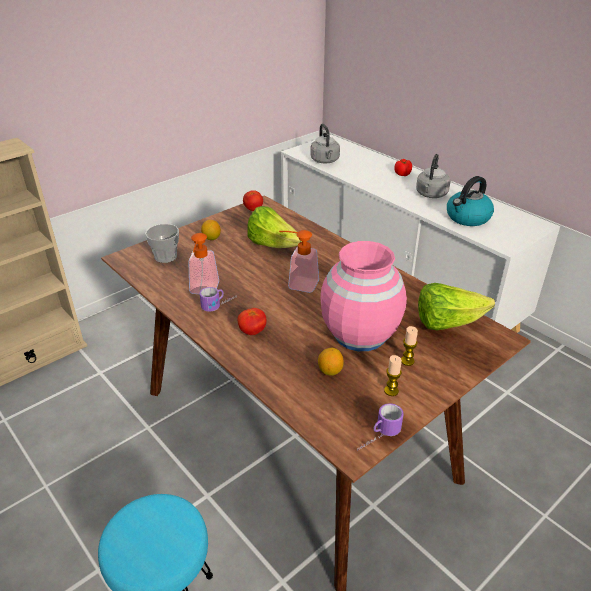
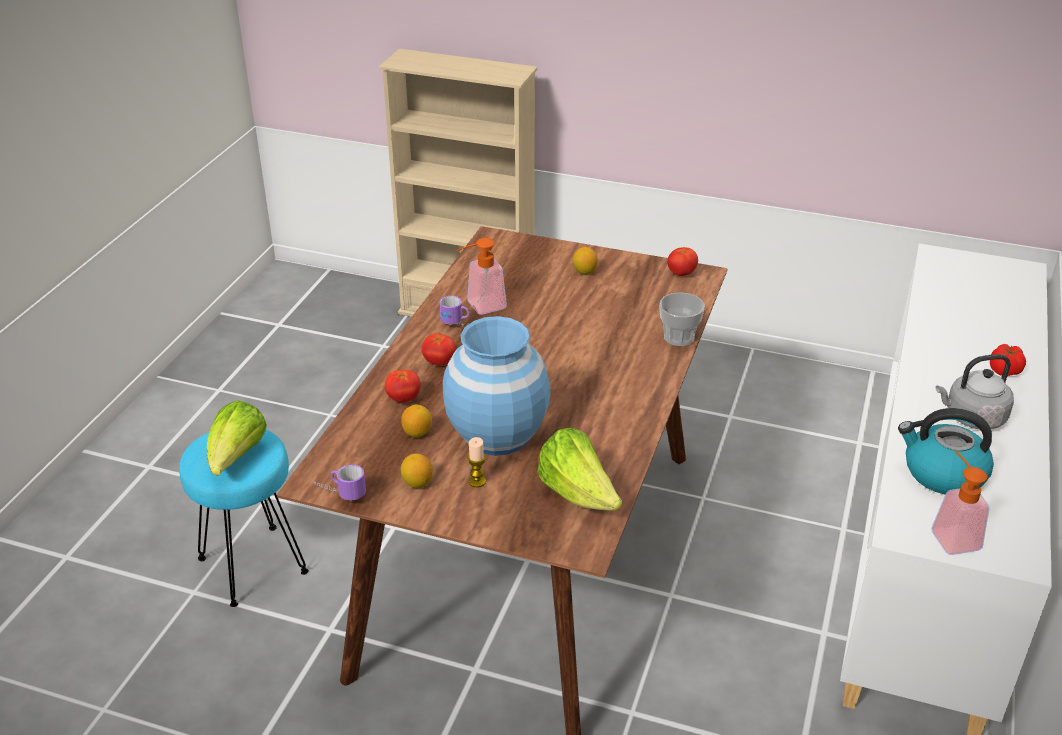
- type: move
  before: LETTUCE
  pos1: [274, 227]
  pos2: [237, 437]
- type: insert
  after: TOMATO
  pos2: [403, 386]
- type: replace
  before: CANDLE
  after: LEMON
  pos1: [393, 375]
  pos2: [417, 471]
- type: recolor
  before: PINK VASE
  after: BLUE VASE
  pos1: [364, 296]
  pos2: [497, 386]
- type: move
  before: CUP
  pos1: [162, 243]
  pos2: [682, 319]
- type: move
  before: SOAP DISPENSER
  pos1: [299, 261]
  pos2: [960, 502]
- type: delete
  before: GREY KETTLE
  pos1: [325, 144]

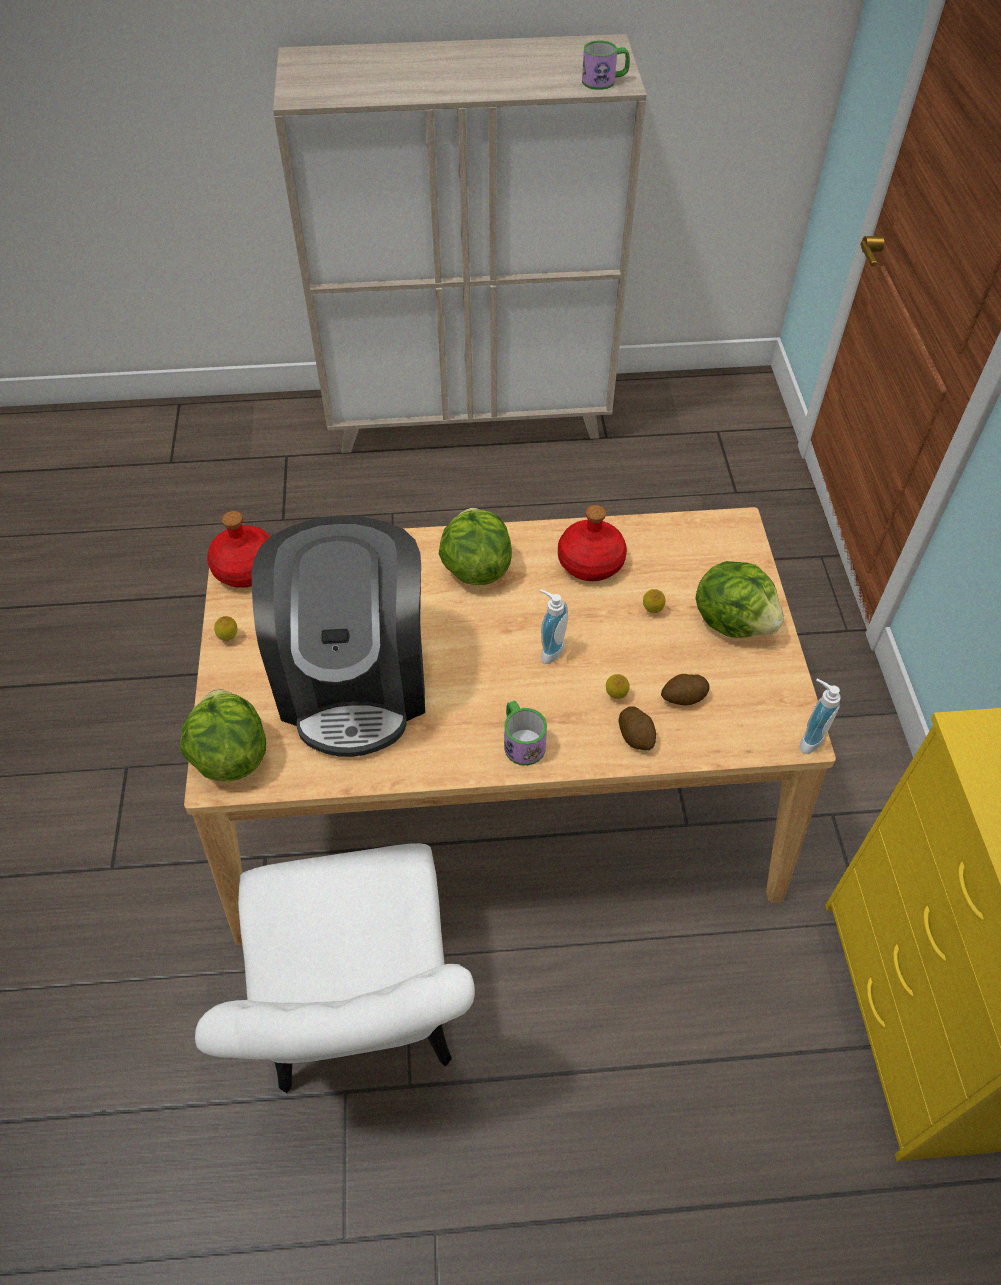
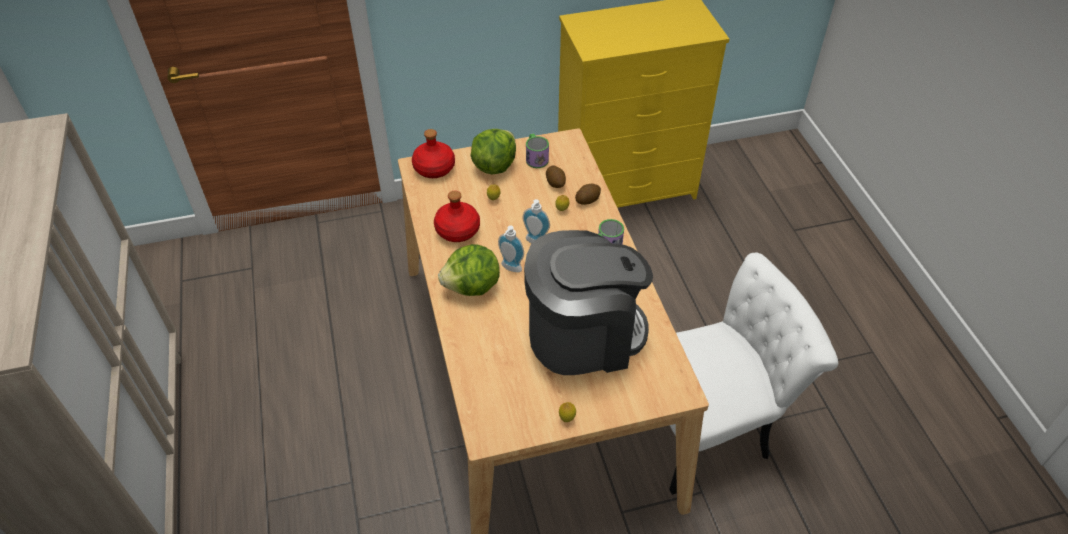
- type: move
  before: RED BOTTLE
  pos1: [239, 549]
  pos2: [433, 153]
- type: move
  before: SOAP DISPENSER
  pos1: [820, 716]
  pos2: [511, 249]
- type: move
  before: MUG
  pos1: [606, 65]
  pos2: [537, 150]
- type: delete
  before: LETTUCE
  pos1: [223, 735]

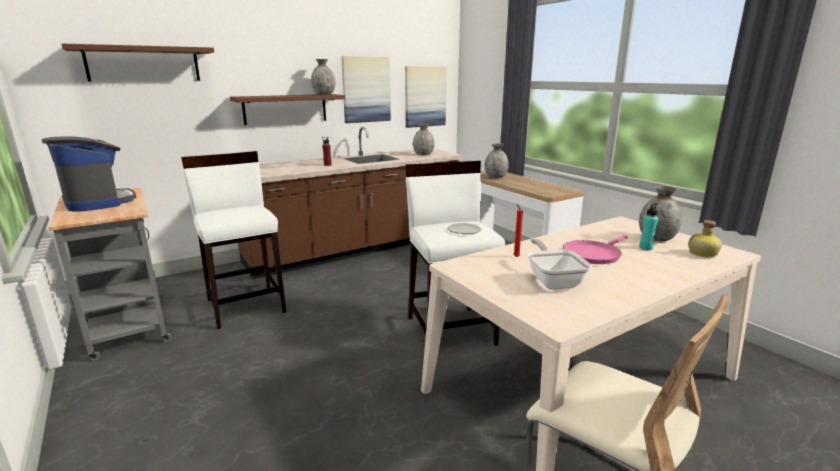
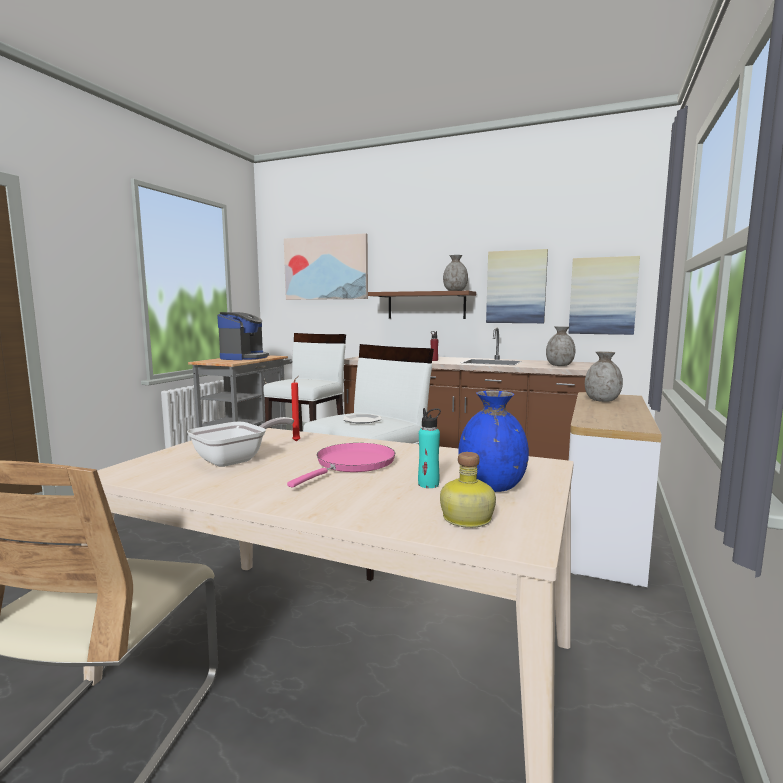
- type: replace
  before: BROWN SHELF
  after: PICTURE
  pos1: [137, 63]
  pos2: [326, 266]
- type: rotate
  before: PINK FRYING PAN
  pos1: [595, 249]
  pos2: [341, 465]
  turn: 105
- type: recolor
  before: GREY VASE
  after: BLUE VASE
  pos1: [660, 213]
  pos2: [493, 441]

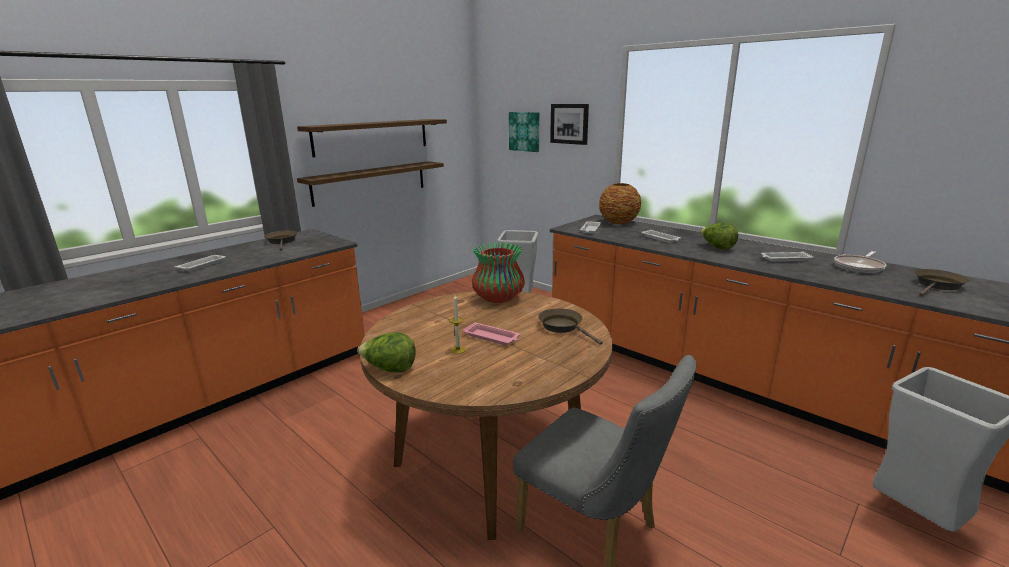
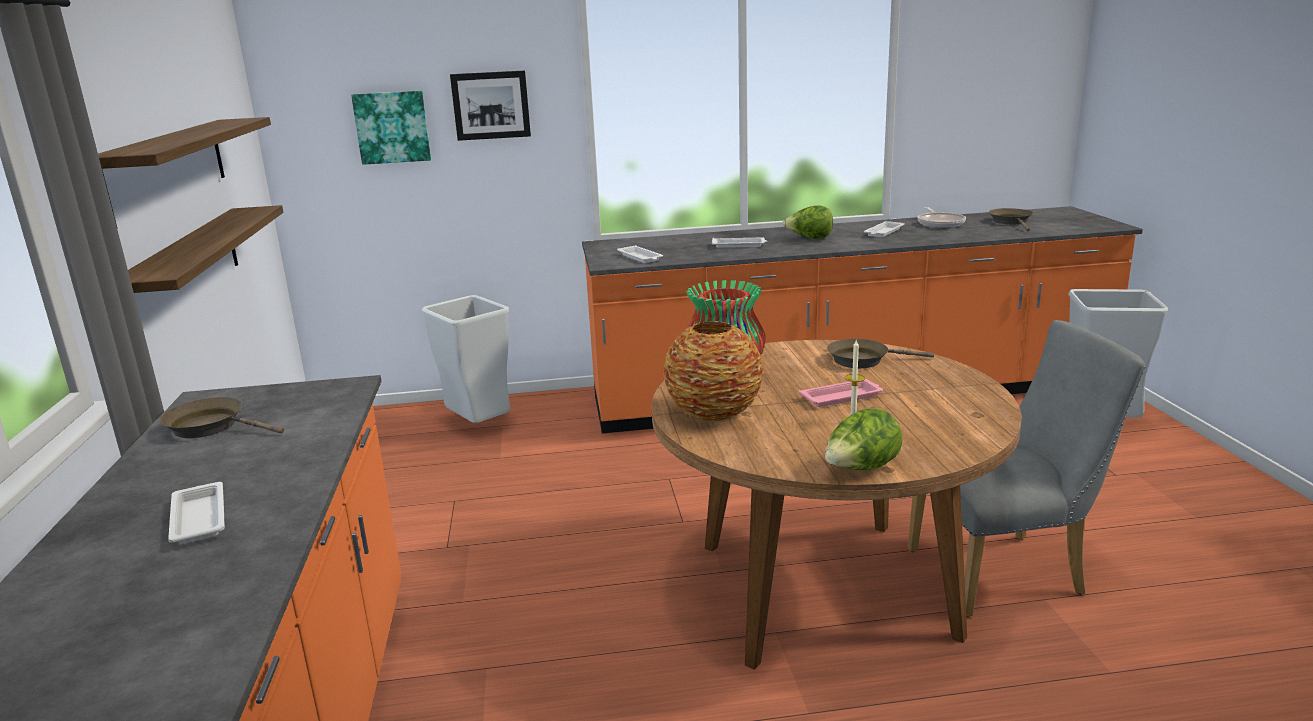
- type: move
  before: VASE
  pos1: [620, 203]
  pos2: [713, 371]

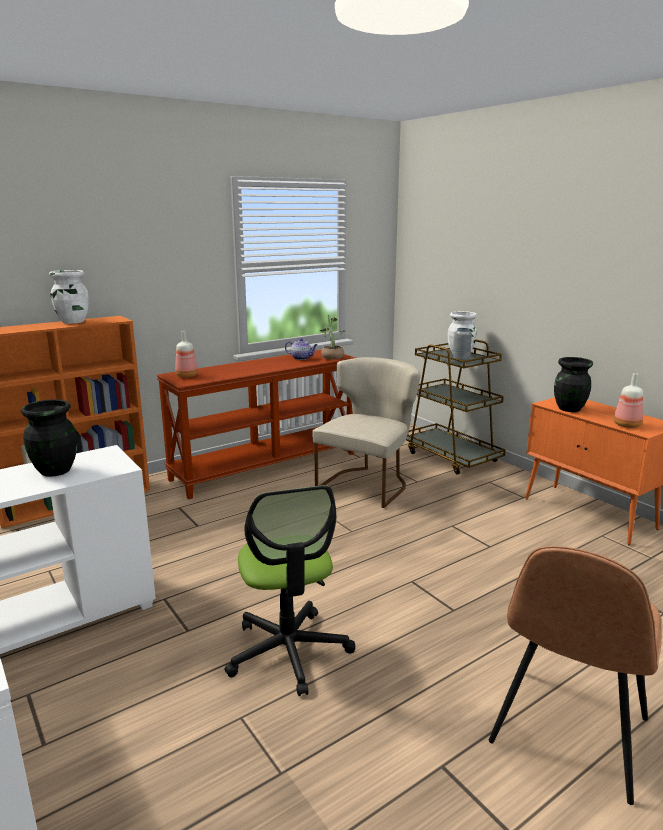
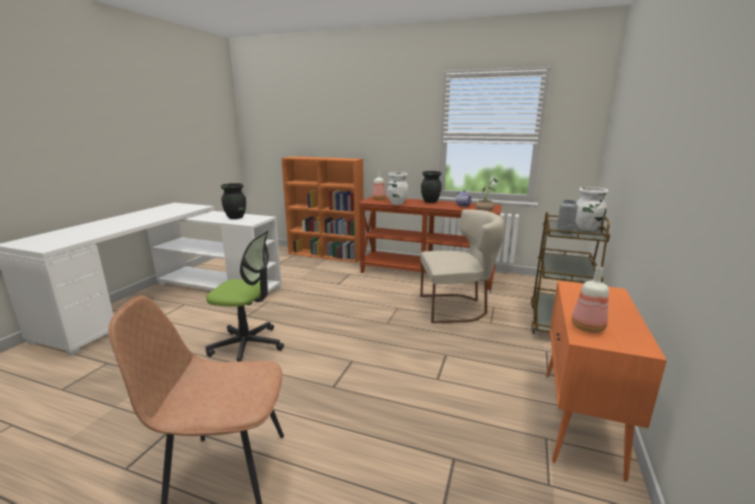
- type: rotate
  before: OFFICE CHAIR
  pos1: [289, 590]
  pos2: [245, 296]
  turn: -120
- type: move
  before: WHITE VASE
  pos1: [69, 297]
  pos2: [397, 188]
- type: move
  before: BLACK VASE
  pos1: [573, 384]
  pos2: [431, 187]

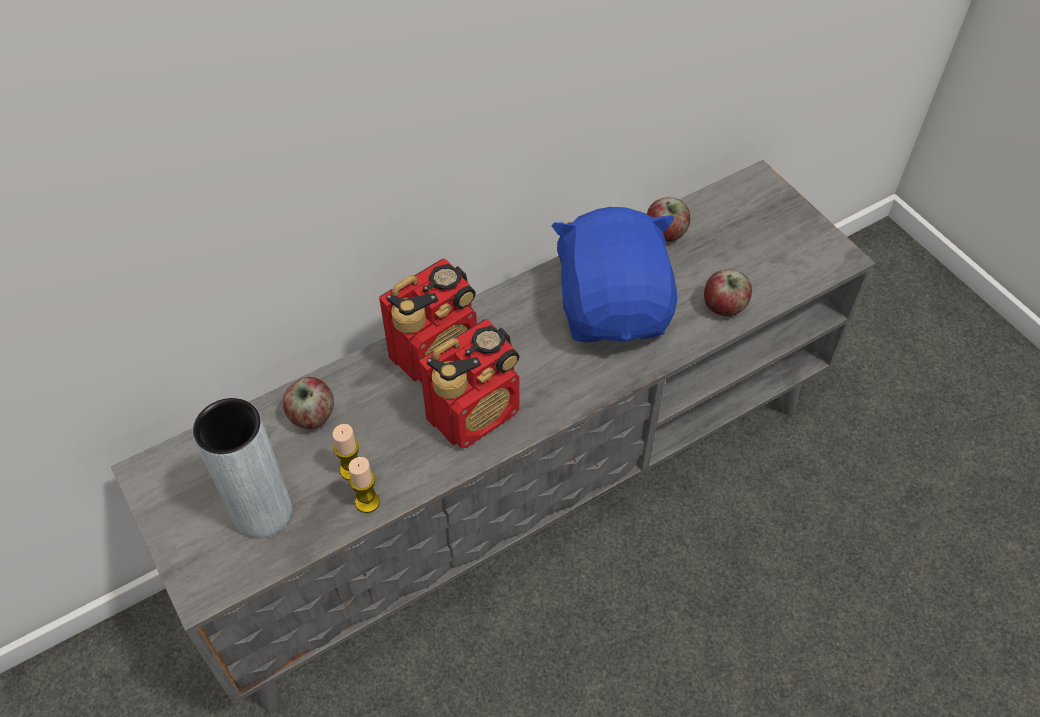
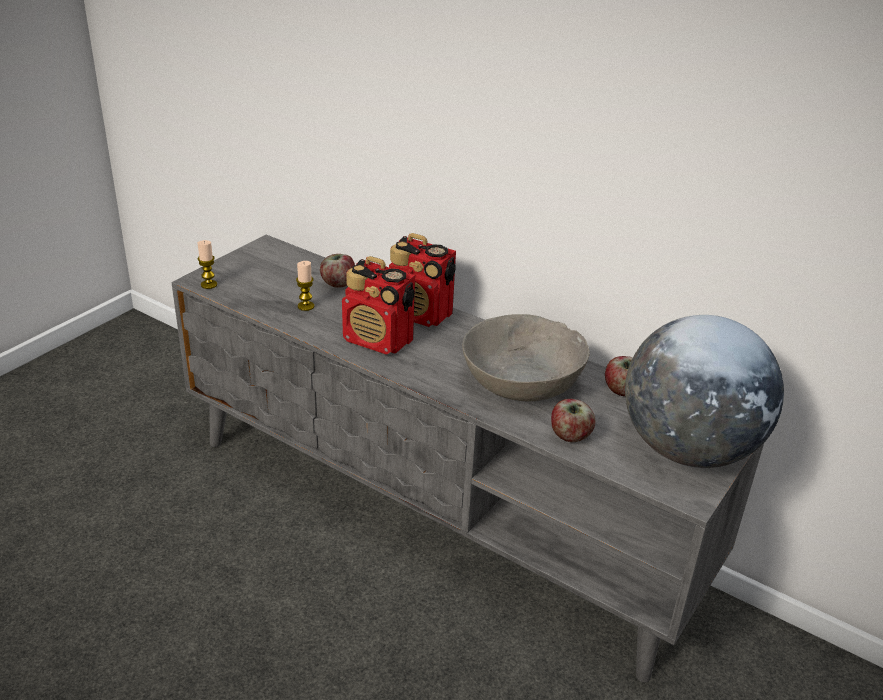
- type: move
  before: CANDLE
  pos1: [364, 485]
  pos2: [207, 264]
- type: replace
  before: BLUE PLUSH TOY
  after: GREY BOWL
  pos1: [614, 274]
  pos2: [526, 357]
- type: insert
  after: GLOBE
  pos2: [704, 391]
- type: delete
  before: GREY VASE
  pos1: [242, 468]

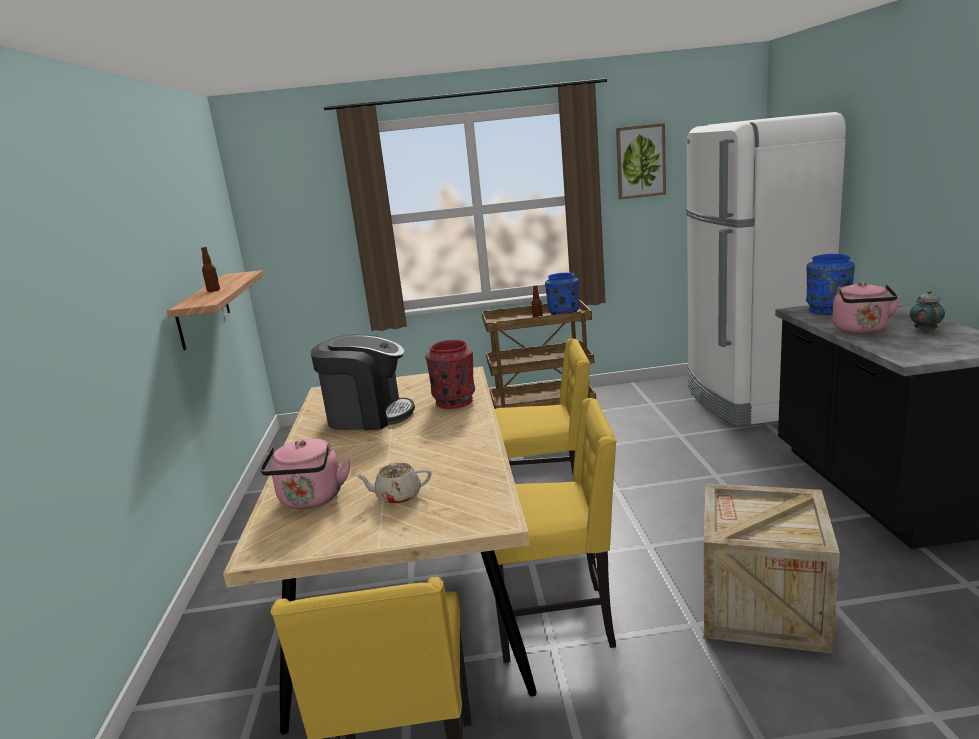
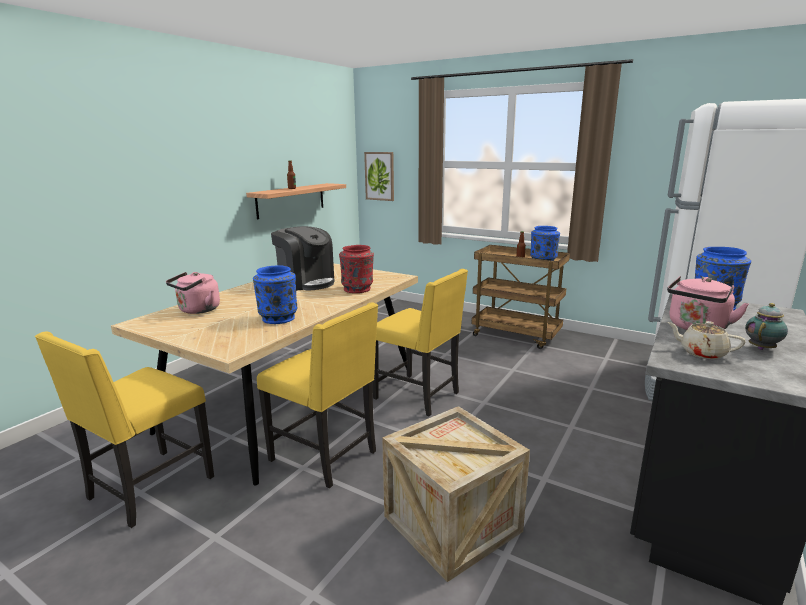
- type: insert
  after: BLUE VASE
  pos2: [275, 294]
- type: move
  before: PICTURE
  pos1: [641, 161]
  pos2: [379, 176]
- type: move
  before: BEIGE TEAPOT
  pos1: [393, 483]
  pos2: [706, 340]

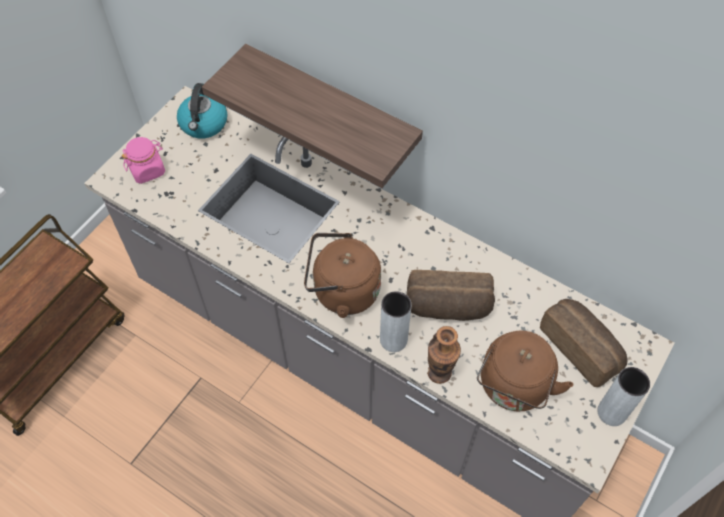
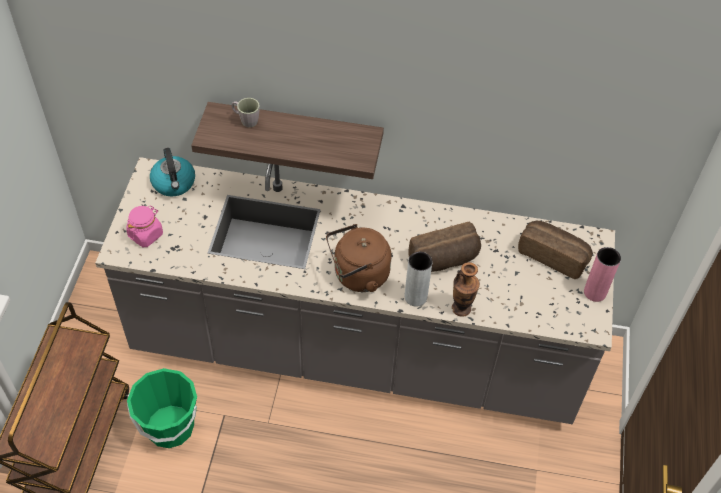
- type: insert
  after: GREEN BUCKET
  pos2: [162, 408]
- type: insert
  after: GREY MUG
  pos2: [246, 112]
- type: recolor
  before: GREY VASE
  after: PINK VASE
  pos1: [623, 396]
  pos2: [602, 274]
- type: delete
  before: BROWN KETTLE
  pos1: [525, 370]

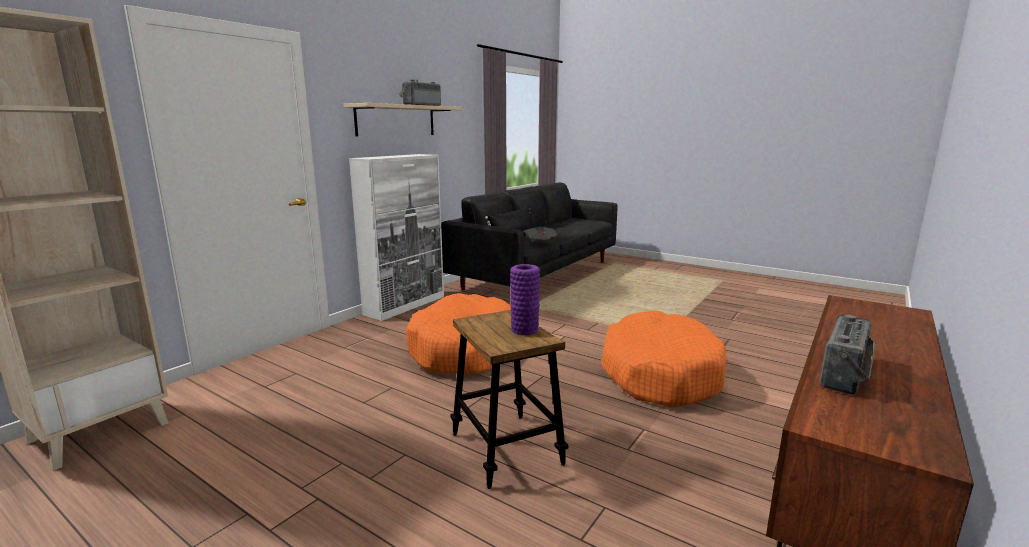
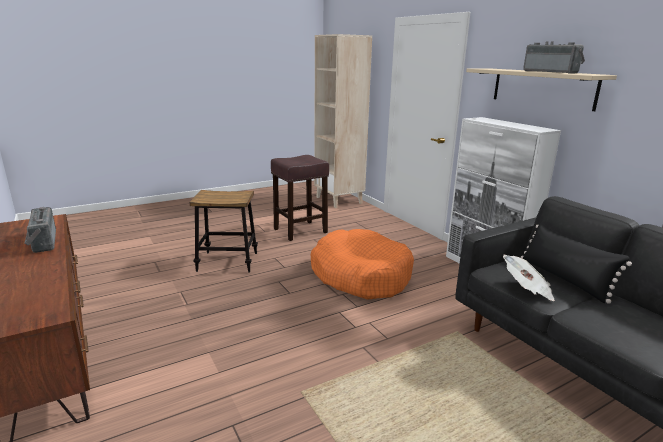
- type: insert
  after: BROWN STOOL
  pos2: [300, 198]
- type: delete
  before: PURPLE VASE
  pos1: [525, 299]
- type: delete
  before: ORANGE DOG BED
  pos1: [663, 359]

